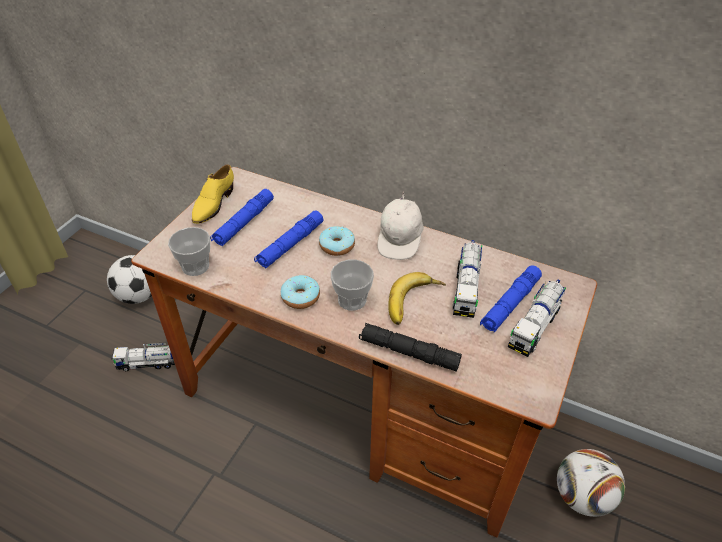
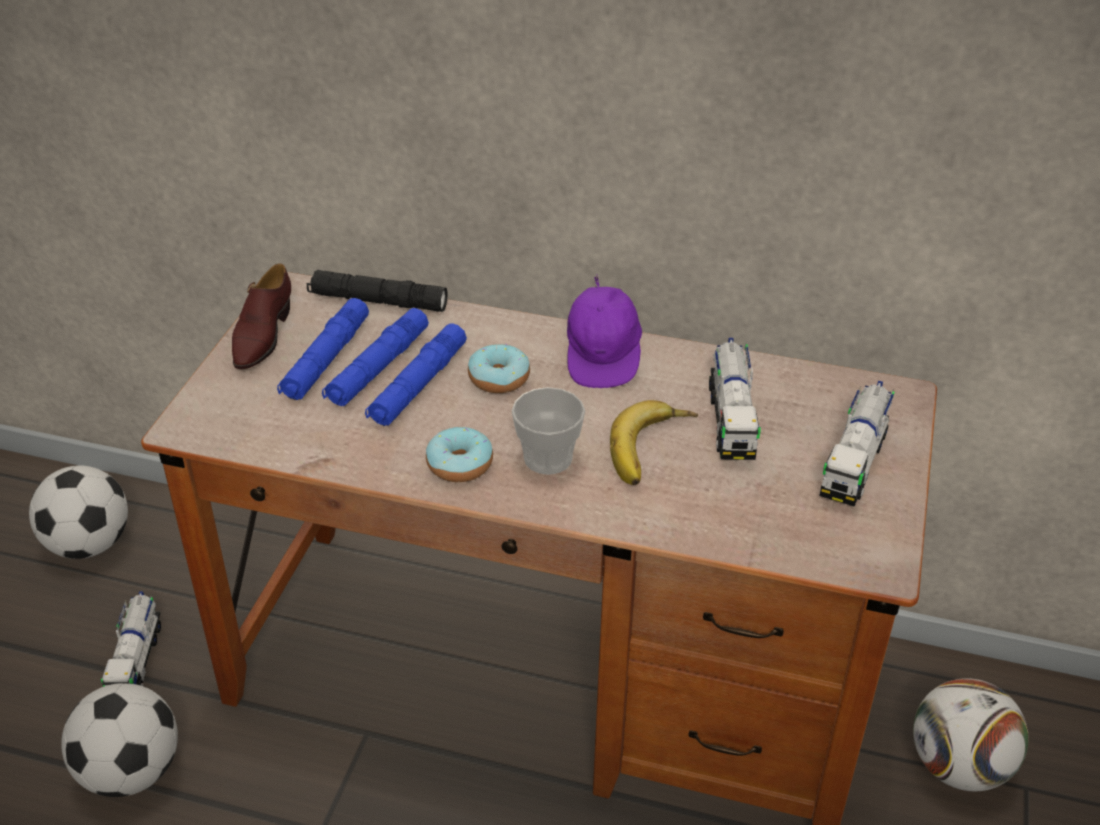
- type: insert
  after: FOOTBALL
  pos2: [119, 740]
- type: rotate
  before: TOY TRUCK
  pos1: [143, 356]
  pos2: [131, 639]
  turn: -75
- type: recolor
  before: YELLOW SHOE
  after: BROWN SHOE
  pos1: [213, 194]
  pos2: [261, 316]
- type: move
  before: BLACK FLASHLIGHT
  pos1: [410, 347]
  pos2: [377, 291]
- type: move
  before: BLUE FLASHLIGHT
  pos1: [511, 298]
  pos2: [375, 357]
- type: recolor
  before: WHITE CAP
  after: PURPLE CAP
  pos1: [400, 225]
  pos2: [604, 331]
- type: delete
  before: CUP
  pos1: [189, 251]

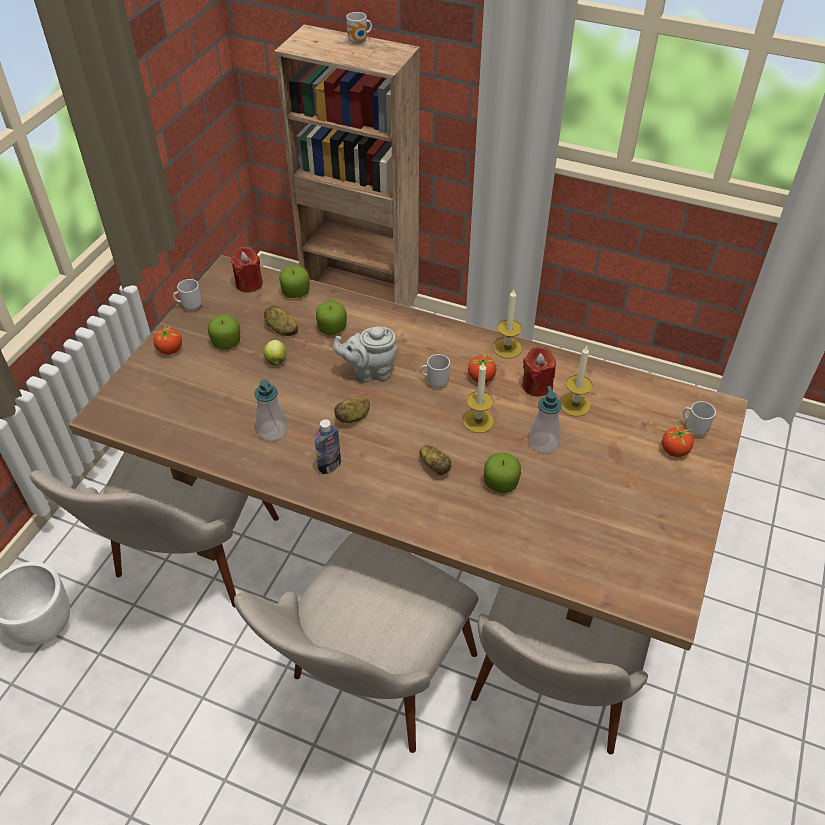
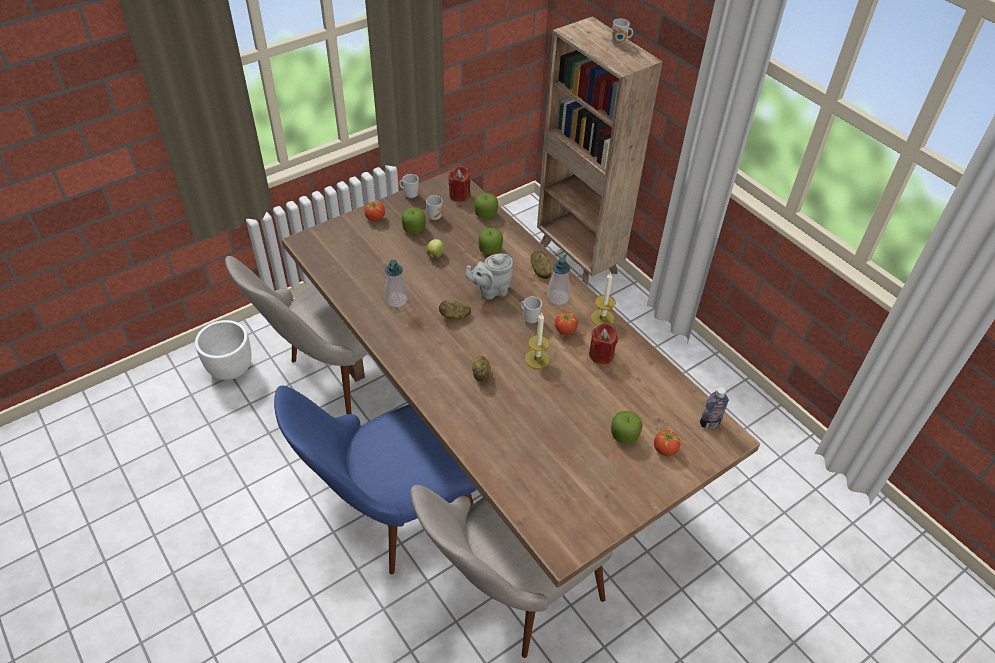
- type: recolor
  before: BEIGE CHAIR
  after: BLUE CHAIR
  pos1: [356, 642]
  pos2: [375, 480]
- type: move
  before: MUG
  pos1: [699, 418]
  pos2: [434, 208]
- type: rotate
  before: GREY TEAPOT
  pos1: [365, 354]
  pos2: [489, 277]
  turn: -45
- type: move
  before: POTATO
  pos1: [281, 321]
  pos2: [541, 265]
- type: move
  before: SOAP DISPENSER
  pos1: [545, 419]
  pos2: [558, 279]
- type: move
  before: APPLE
  pos1: [502, 472]
  pos2: [627, 428]
- type: move
  before: BOTTLE
  pos1: [328, 446]
  pos2: [714, 407]
- type: delete
  before: CANDLE
  pos1: [576, 381]

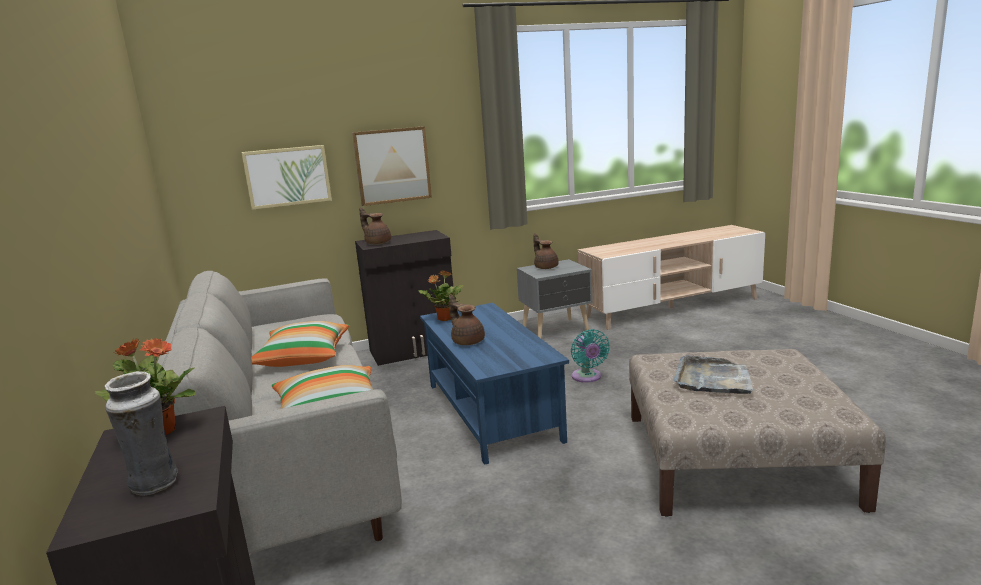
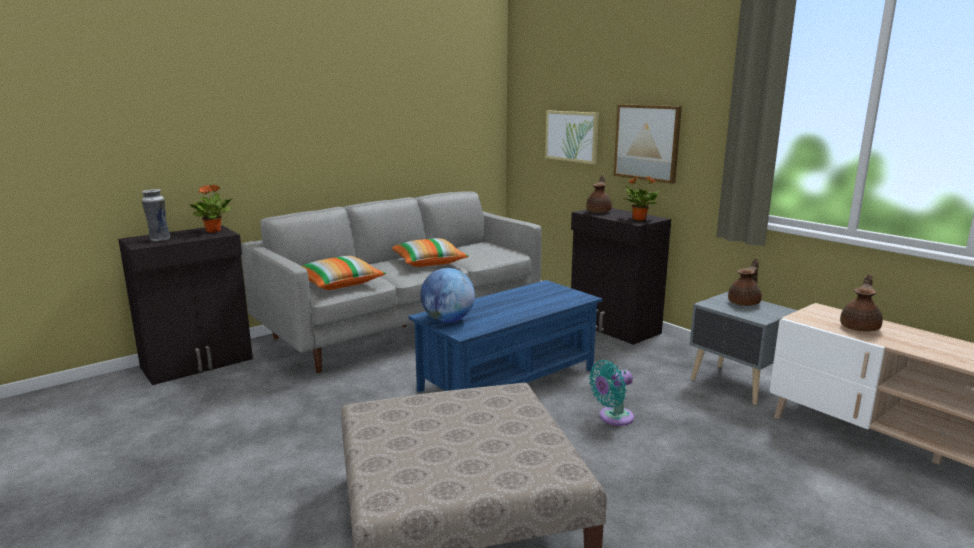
- type: insert
  after: GLOBE
  pos2: [447, 295]
- type: move
  before: POTTED PLANT
  pos1: [441, 295]
  pos2: [641, 198]
- type: move
  before: BROWN TEAPOT
  pos1: [467, 319]
  pos2: [861, 303]
- type: delete
  before: GREY TRAY
  pos1: [714, 374]

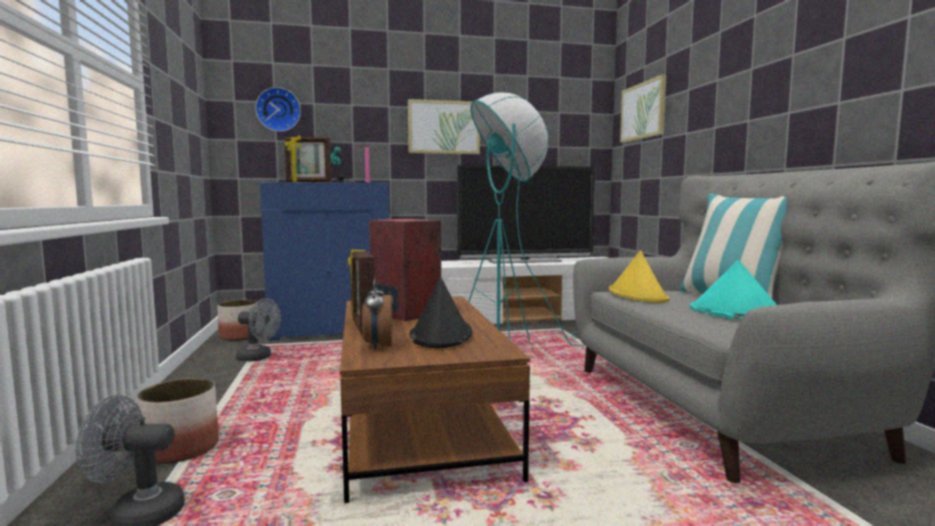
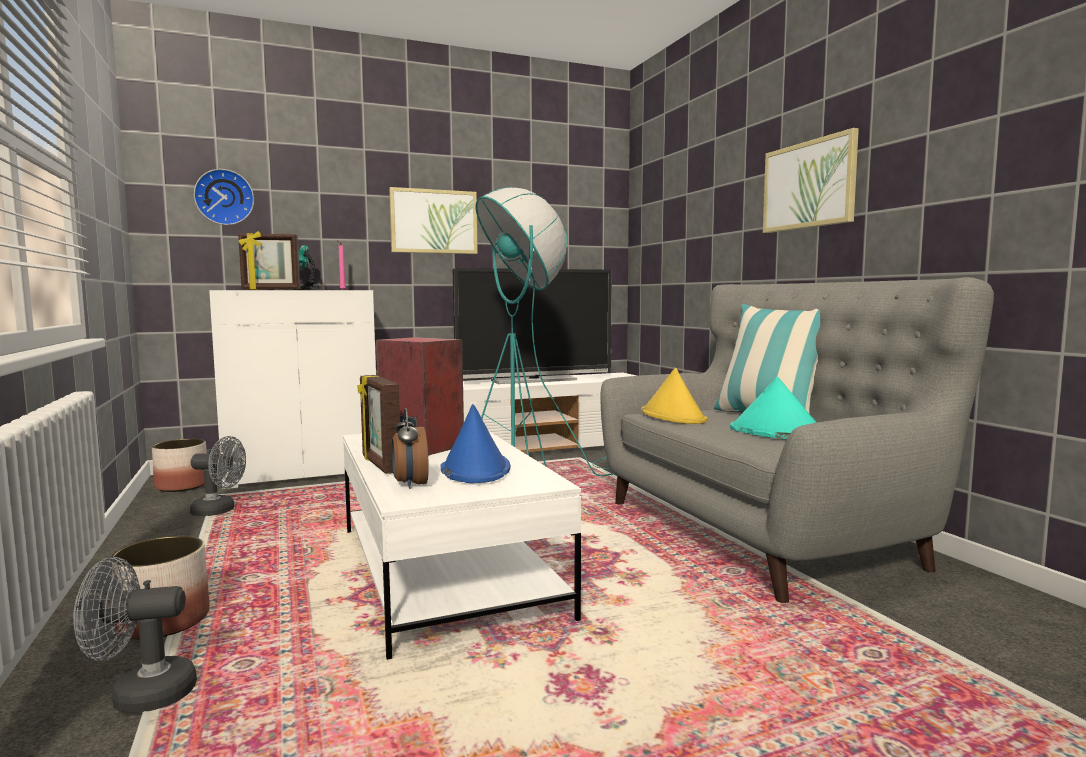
- type: recolor
  before: BLUE CABINET
  after: WHITE CABINET
  pos1: [324, 261]
  pos2: [292, 389]
- type: recolor
  before: BROWN COFFEE TABLE
  after: WHITE COFFEE TABLE
  pos1: [435, 399]
  pos2: [462, 545]
- type: recolor
  before: BLACK HAT
  after: BLUE HAT
  pos1: [441, 312]
  pos2: [476, 443]
- type: move
  before: PICTURE
  pos1: [643, 108]
  pos2: [811, 180]

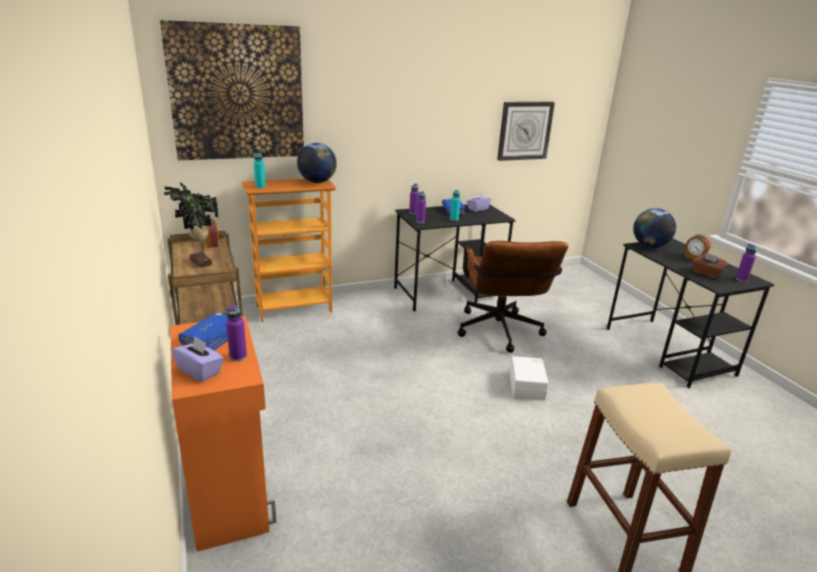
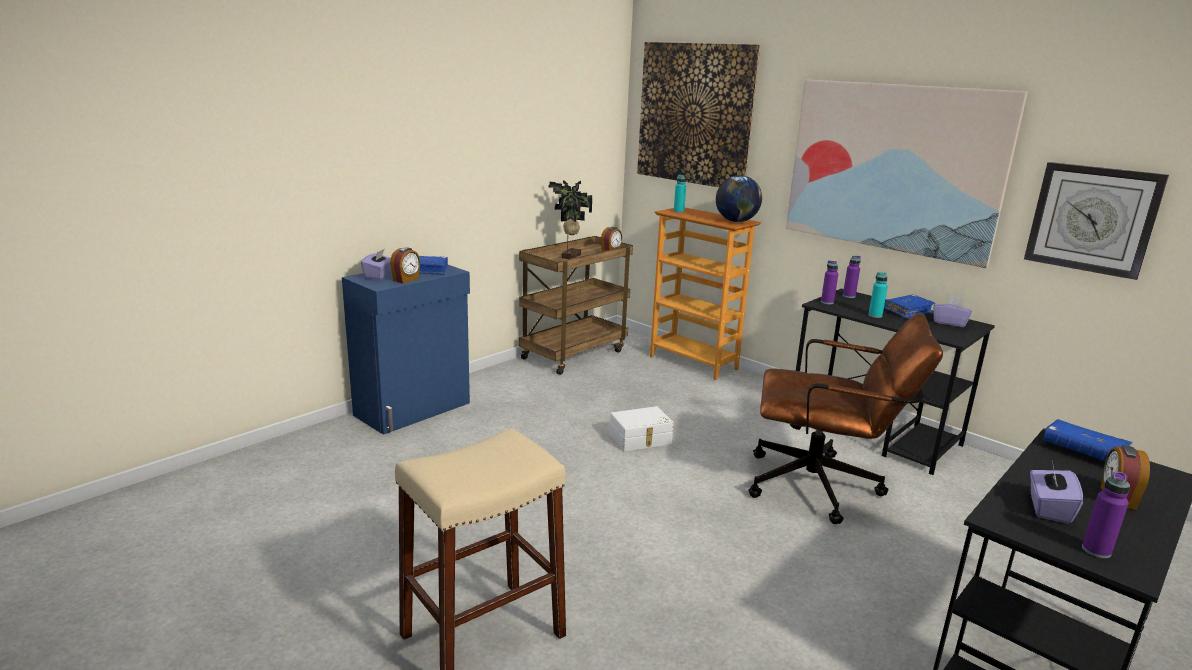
- type: recolor
  before: ORANGE CABINET
  after: BLUE CABINET
  pos1: [223, 434]
  pos2: [406, 349]
- type: replace
  before: PURPLE BOTTLE
  after: ALARM CLOCK
  pos1: [236, 333]
  pos2: [405, 265]
- type: move
  before: WHITE STORAGE BOX
  pos1: [529, 378]
  pos2: [642, 429]
- type: rotate
  before: BROWN OFFICE CHAIR
  pos1: [512, 297]
  pos2: [846, 418]
  turn: -135
- type: insert
  after: PICTURE
  pos2: [907, 174]
- type: recolor
  before: BROWN TISSUE BOX
  after: PURPLE TISSUE BOX
  pos1: [710, 265]
  pos2: [1056, 492]
- type: replace
  before: GLOBE
  after: BLUE BOOK
  pos1: [654, 228]
  pos2: [1088, 440]

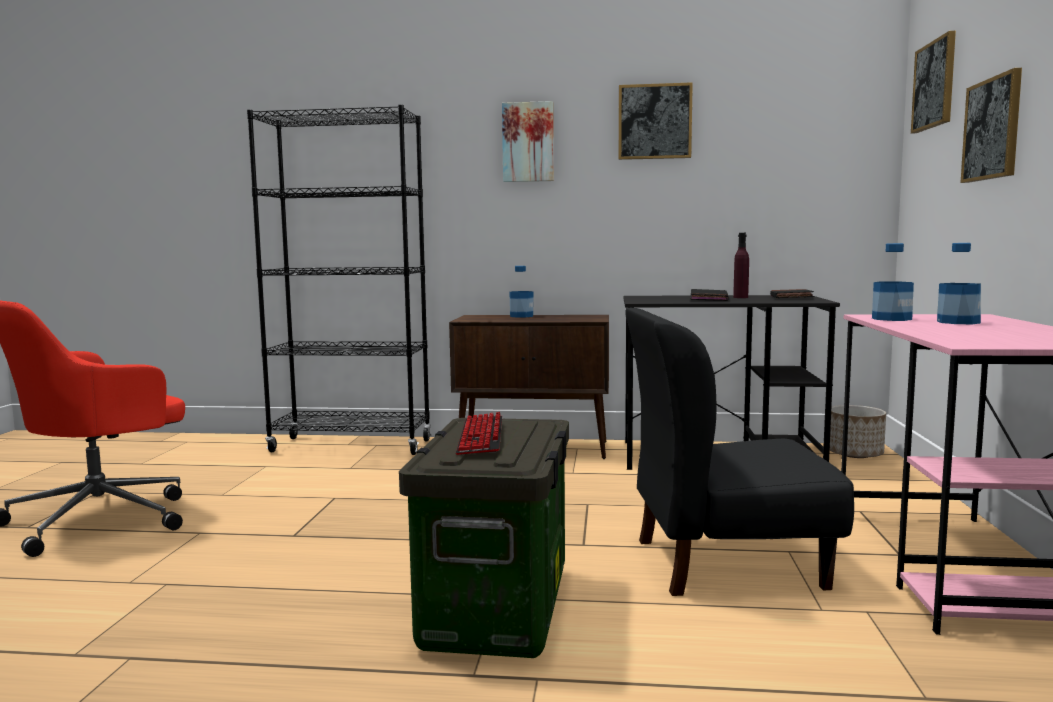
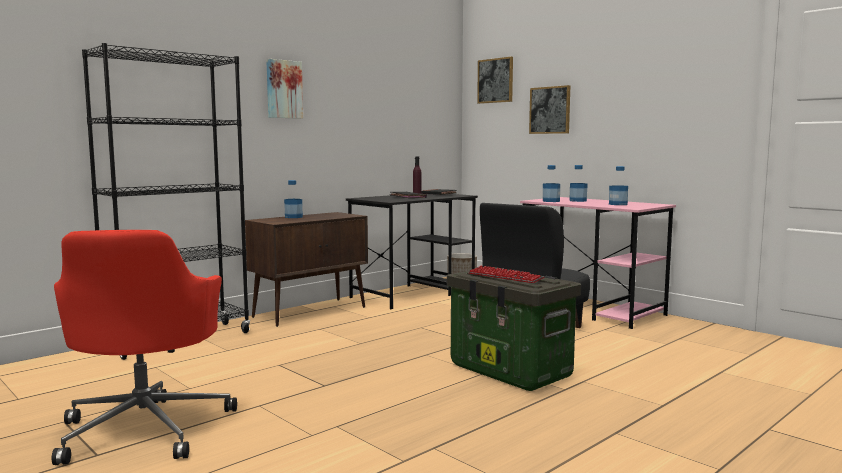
- type: insert
  after: BOTTLE
  pos2: [618, 185]
- type: delete
  before: PICTURE
  pos1: [656, 121]

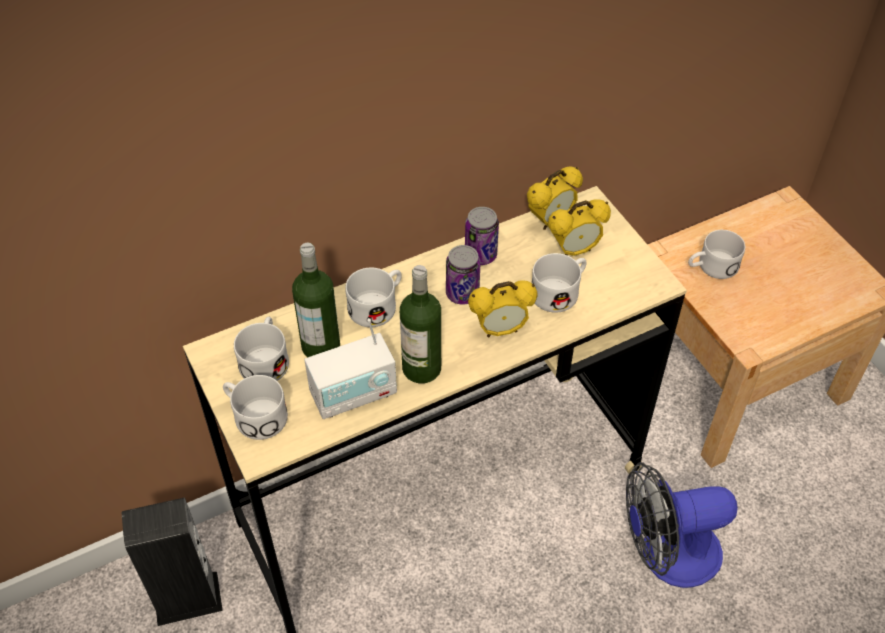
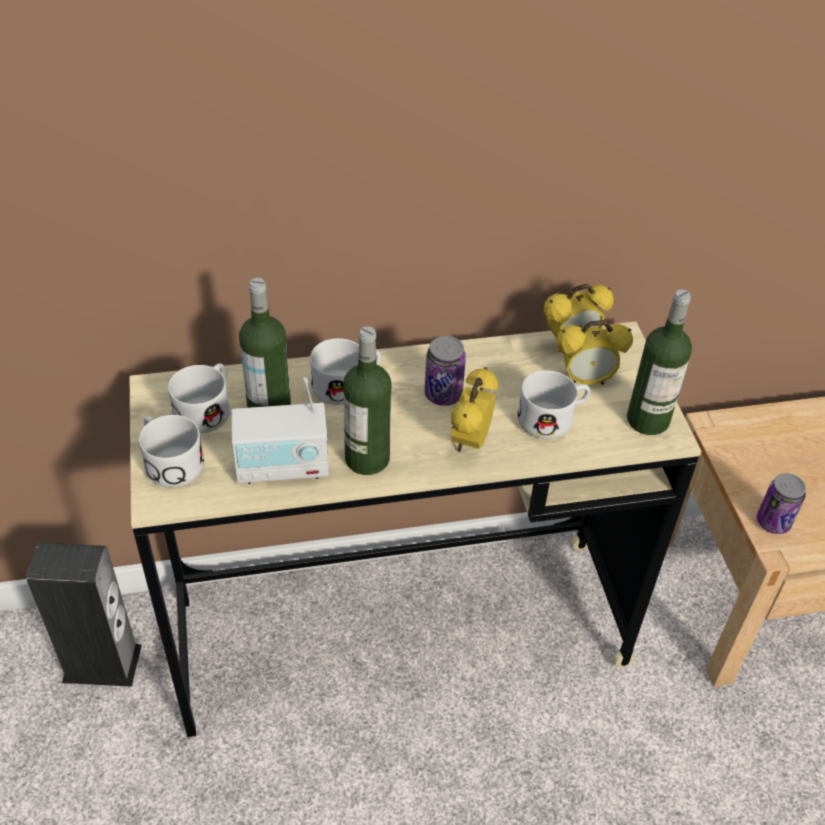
- type: rotate
  before: ALARM CLOCK
  pos1: [503, 308]
  pos2: [474, 409]
  turn: 105
- type: insert
  after: BOTTLE
  pos2: [659, 362]
- type: move
  before: CAN
  pos1: [482, 236]
  pos2: [781, 503]
- type: delete
  before: FAN
  pos1: [682, 525]
- type: delete
  before: WHITE MUG
  pos1: [716, 254]

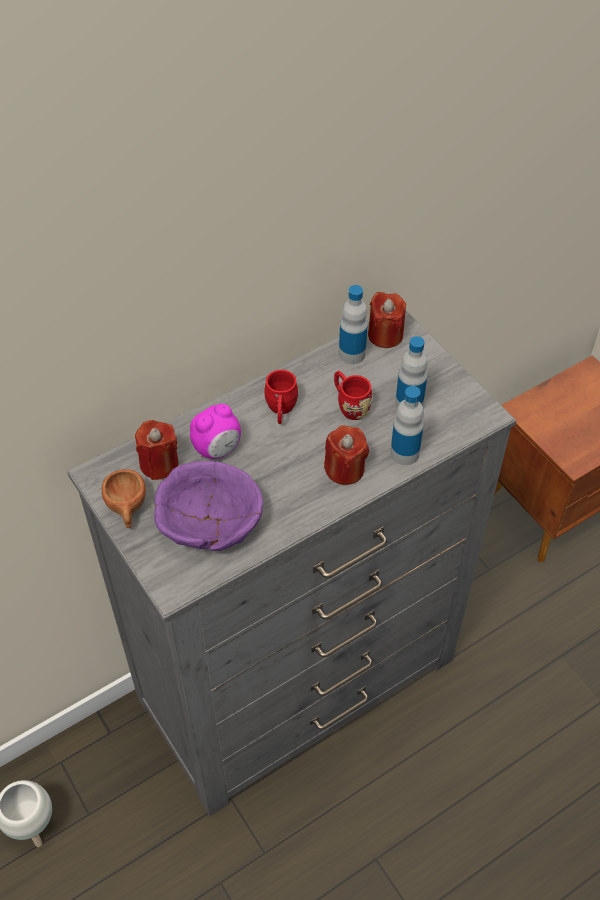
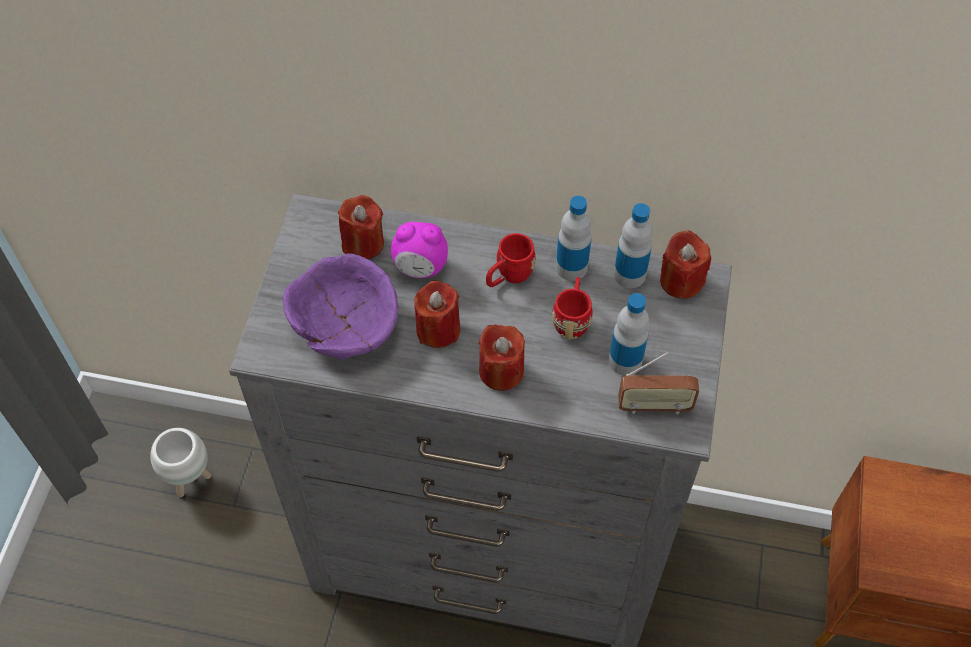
- type: insert
  after: RED CANDLE
  pos2: [437, 314]
- type: move
  before: BOTTLE
  pos1: [407, 425]
  pos2: [574, 238]
- type: insert
  after: RADIO
  pos2: [658, 383]
- type: delete
  before: BROWN CUP
  pos1: [124, 498]

